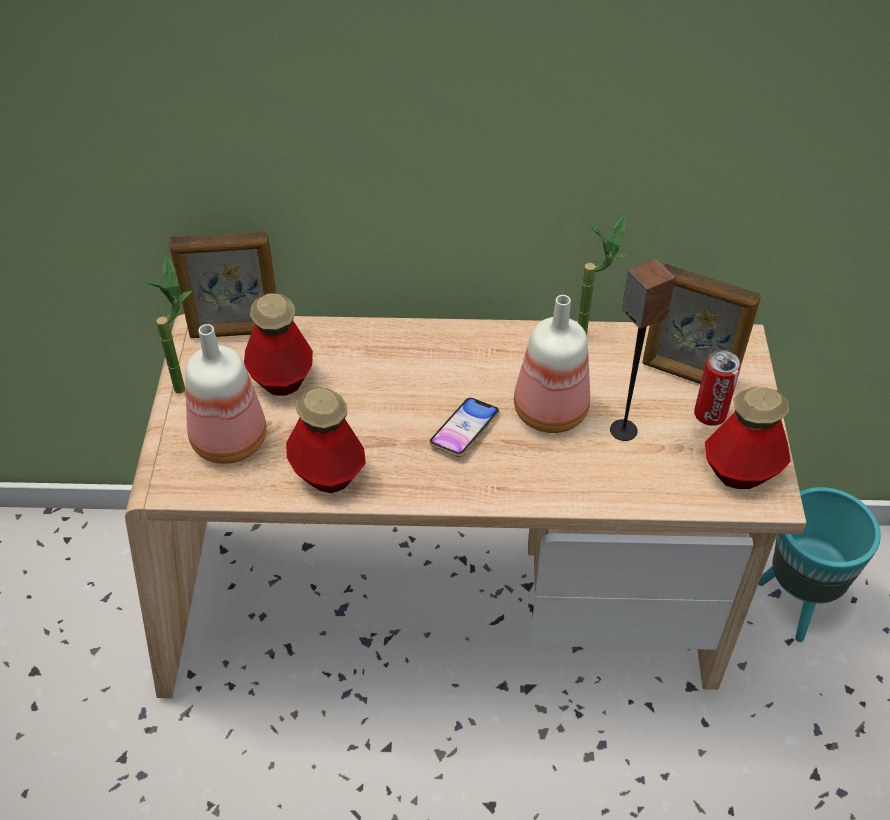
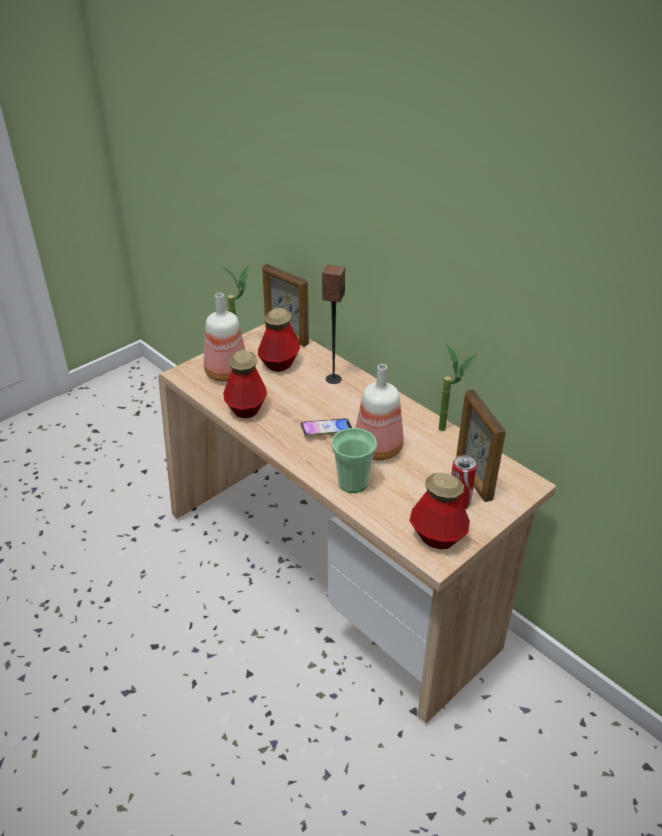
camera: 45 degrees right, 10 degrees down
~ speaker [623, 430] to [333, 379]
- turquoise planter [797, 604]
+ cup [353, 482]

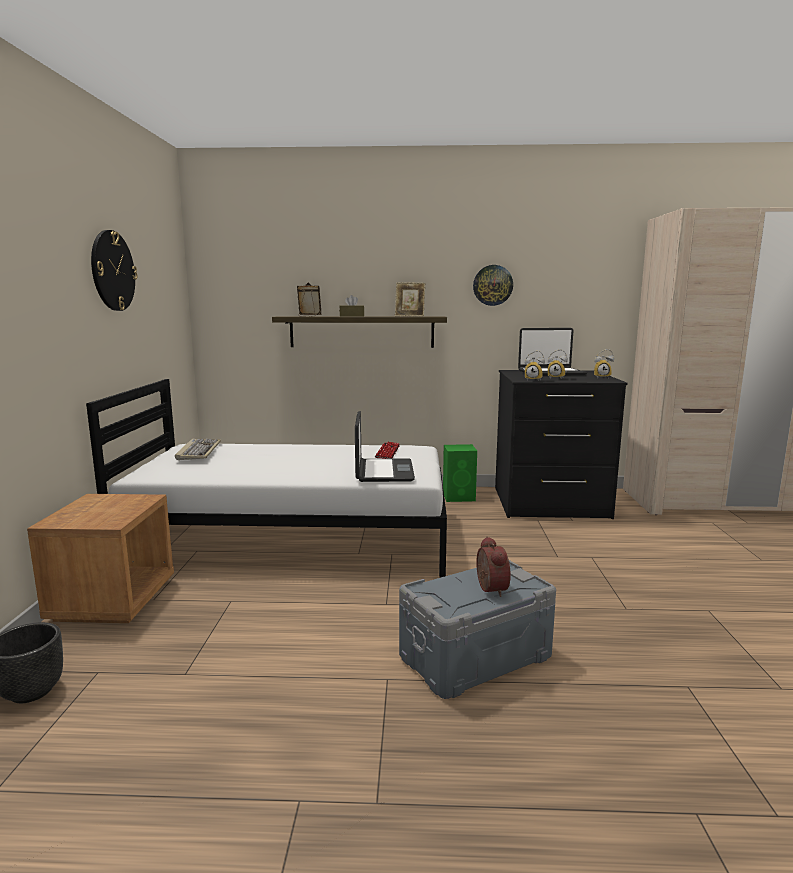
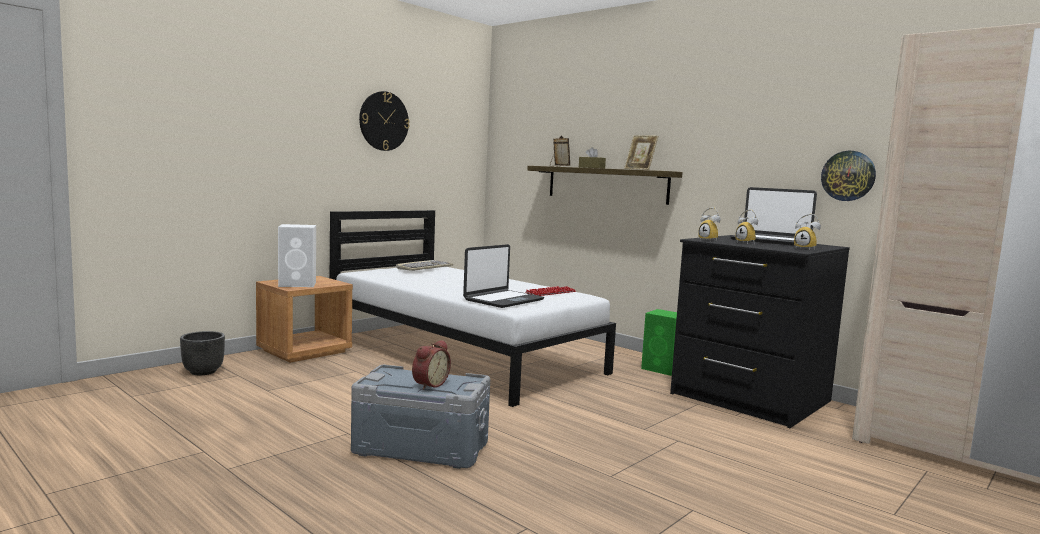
camera: 40 degrees right, 5 degrees down
~ wall clock [492, 285] to [848, 176]
+ white speaker [298, 284]

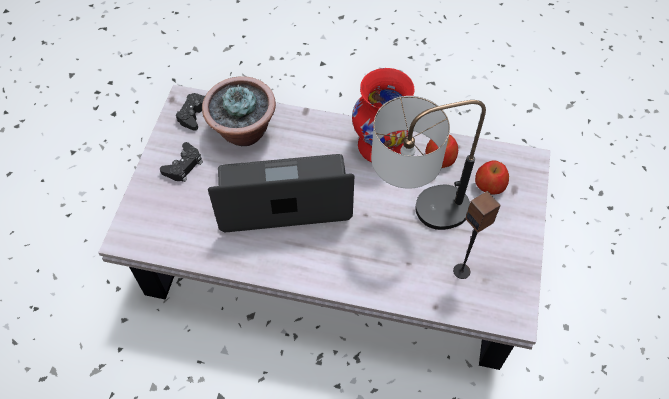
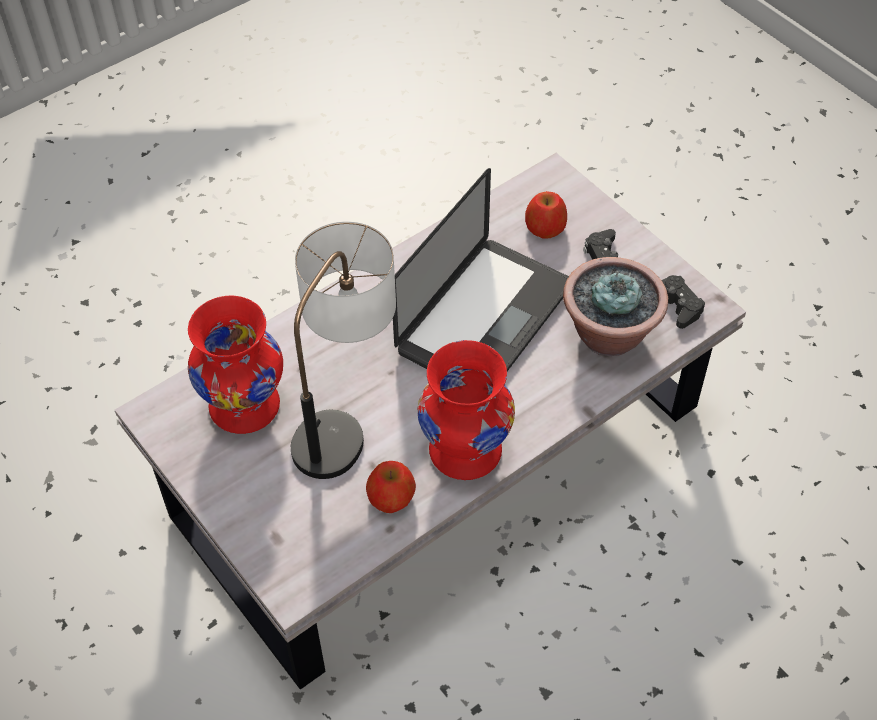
camera: 130 degrees right, 5 degrees down
~ speaker [462, 271] to red vase [243, 407]
~ apple [489, 185] to [545, 227]

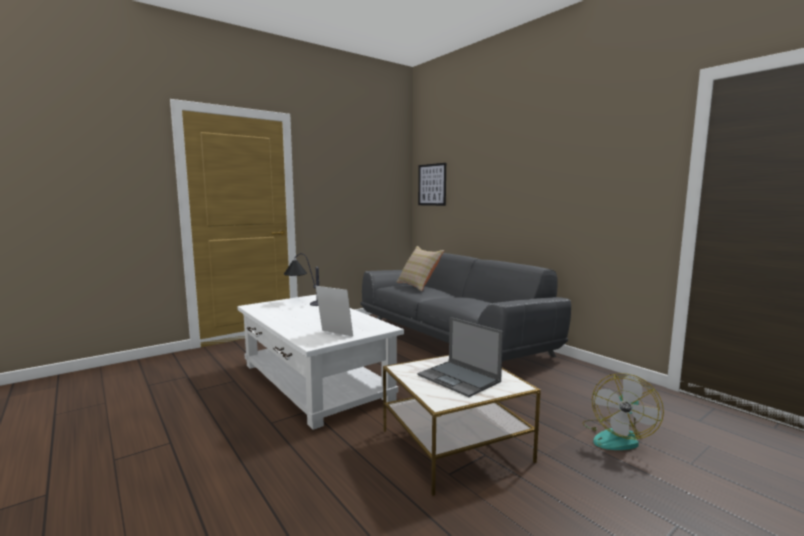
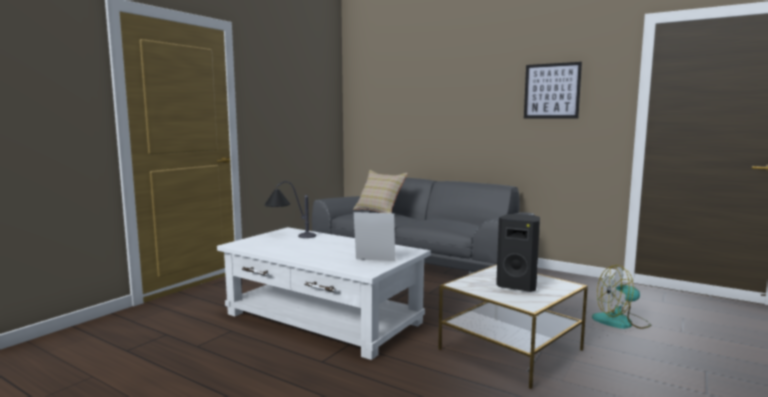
camera: 20 degrees left, 0 degrees up
~ laptop [459, 378] to black speaker [518, 286]
~ picture [432, 184] to [551, 91]
~ fan [617, 437] = [621, 322] 75 degrees clockwise

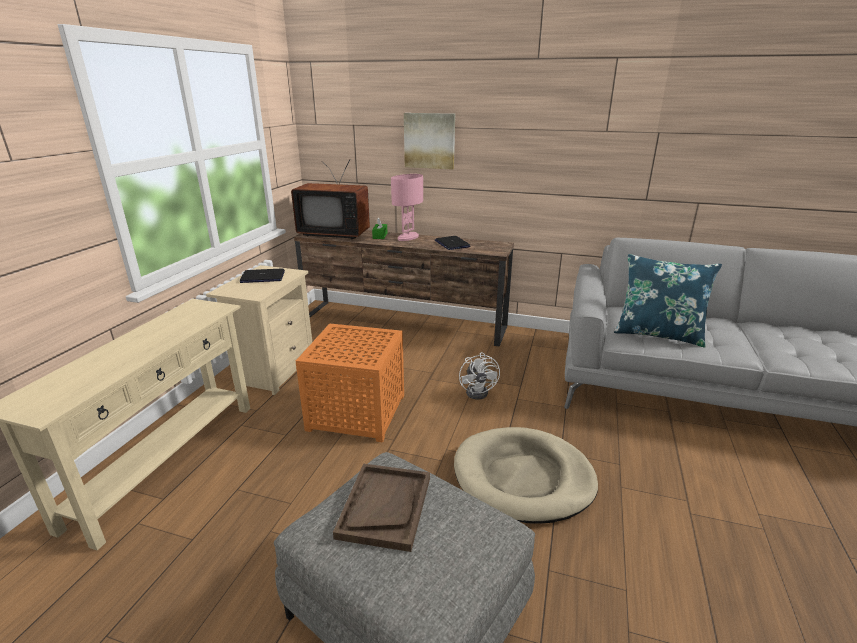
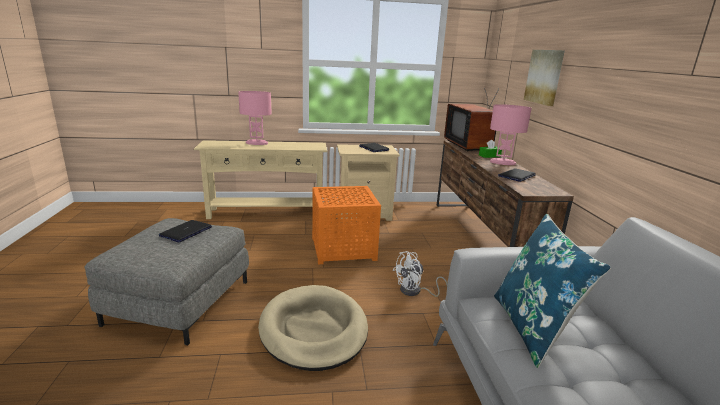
camera: 65 degrees right, 5 degrees down
~ brown tray [385, 506] to laptop [186, 232]
+ pink table lamp [257, 143]

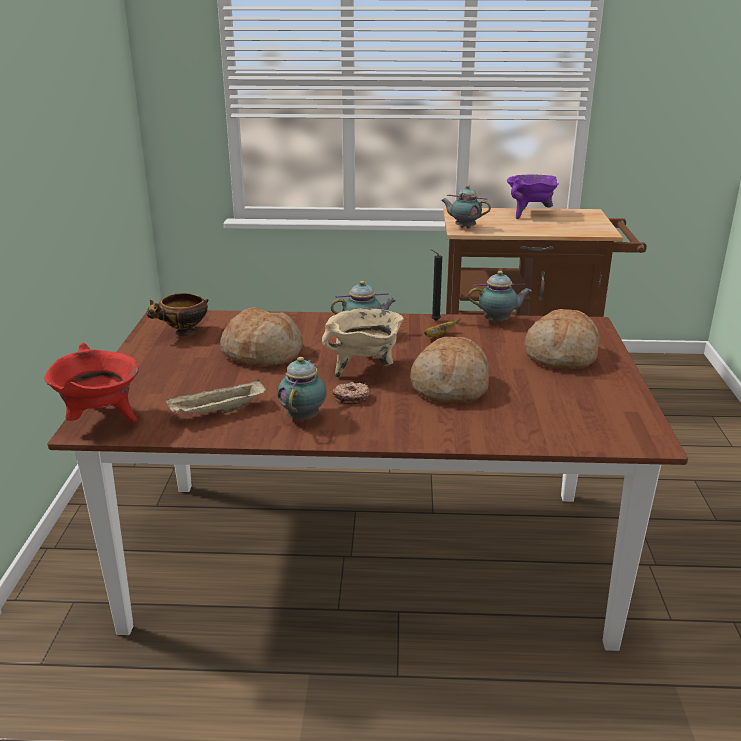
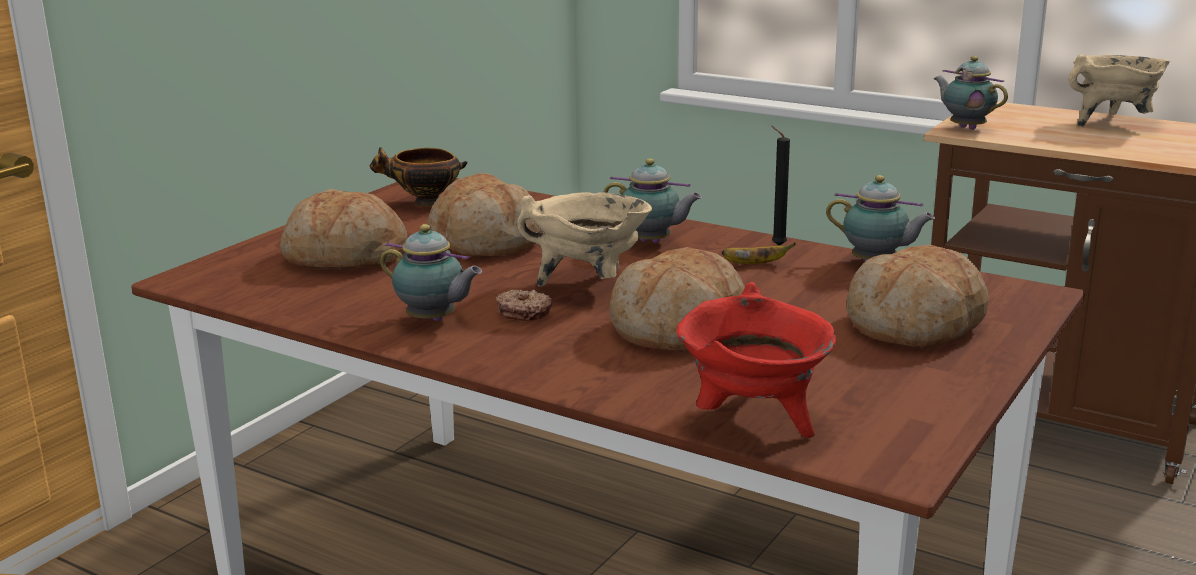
camera: 30 degrees right, 5 degrees down
~ red cooking pot [102, 420] to [755, 422]
- beige tray [217, 412]
~ teapot [304, 417] = [434, 320] 75 degrees clockwise
~ purple cooking pot [529, 214] to beige cooking pot [1112, 123]
+ bread [344, 257]

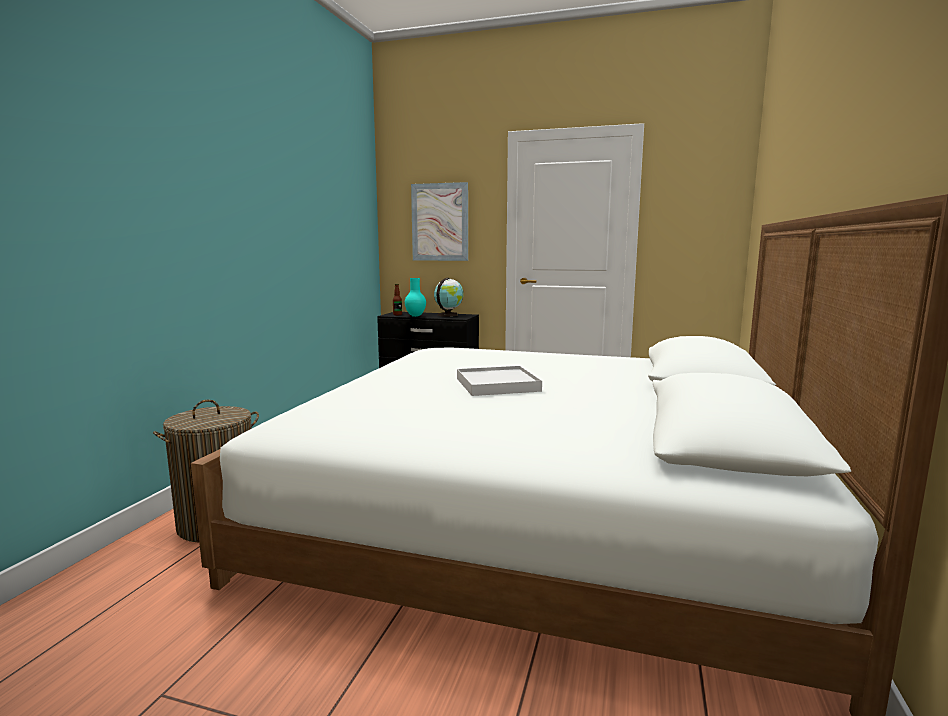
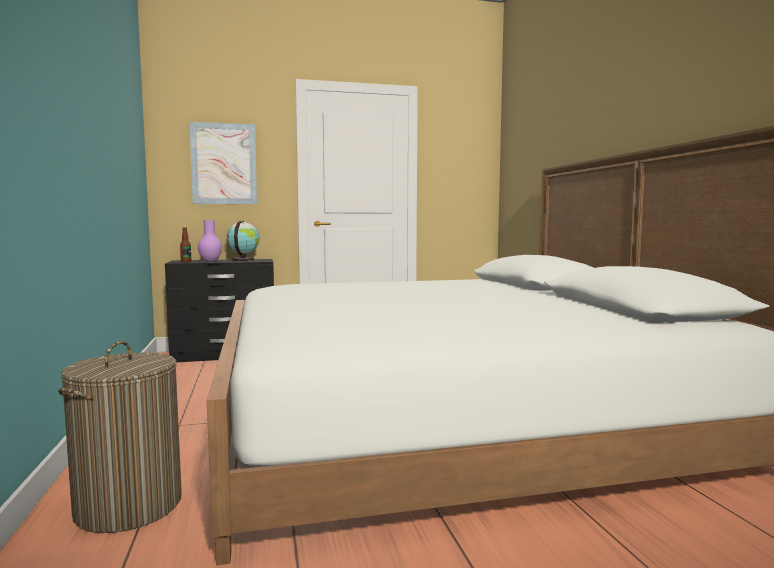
camera: 30 degrees left, 5 degrees down
~ turquoise vase [415, 316] to purple vase [210, 261]
- white tray [497, 385]

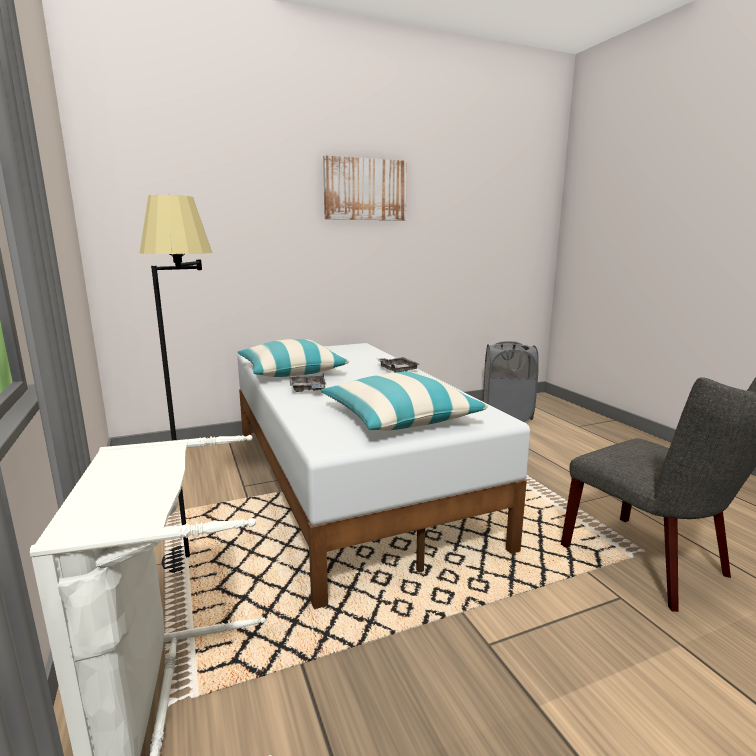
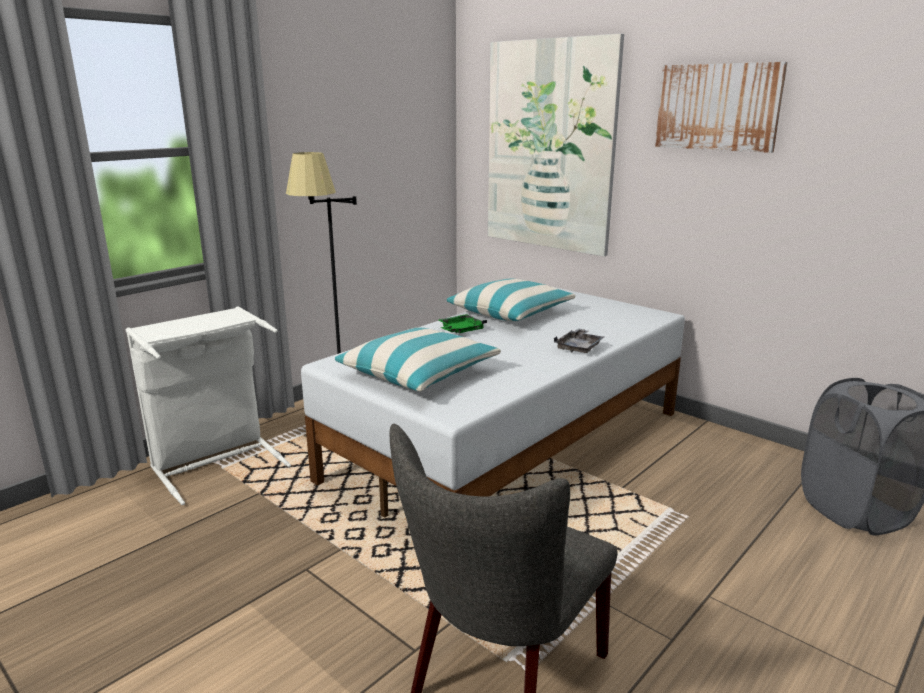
camera: 65 degrees right, 5 degrees up
~ grey tray [308, 390] to green tray [460, 330]
+ picture [549, 146]

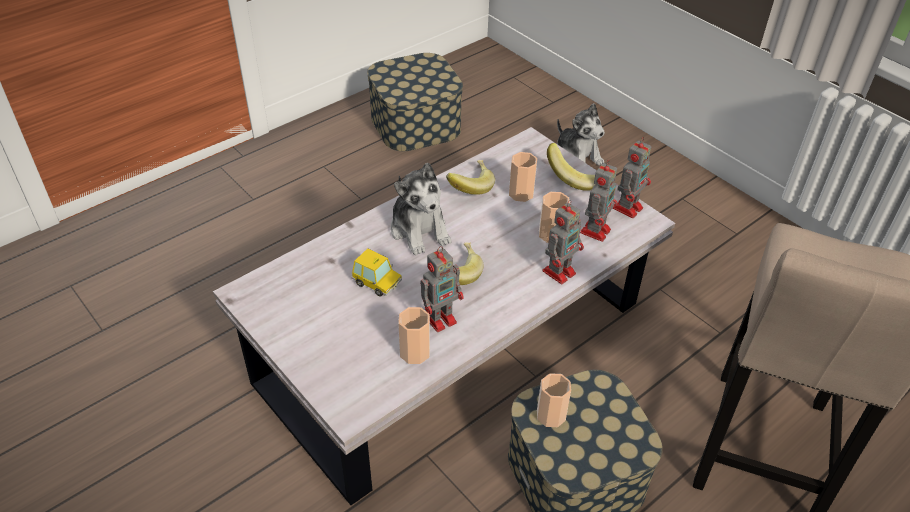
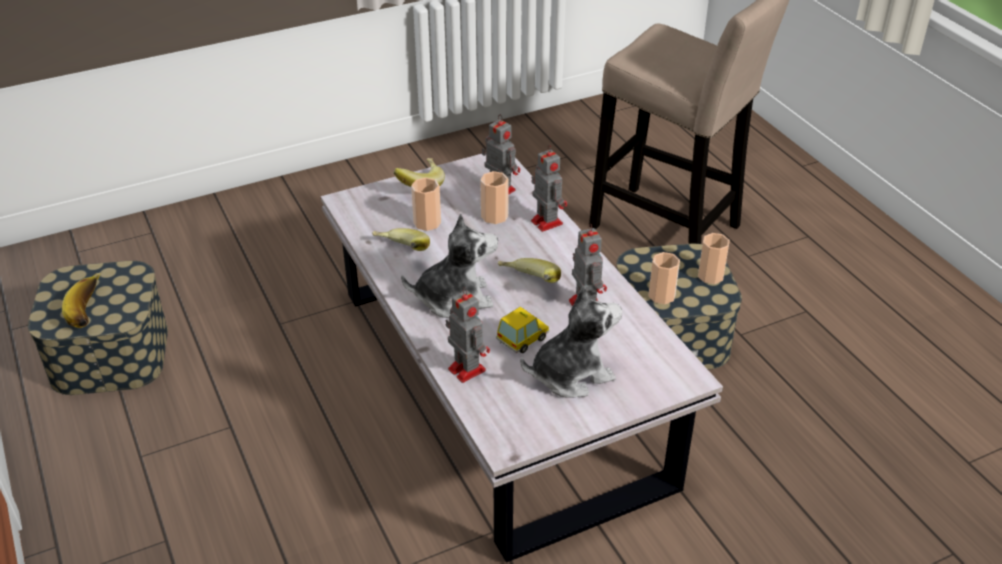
camera: 75 degrees left, 5 degrees down
~ cup [415, 352] to [710, 276]
~ plush toy [577, 156] to [571, 374]
~ toy robot [628, 207] to [465, 368]
+ banana [91, 310]

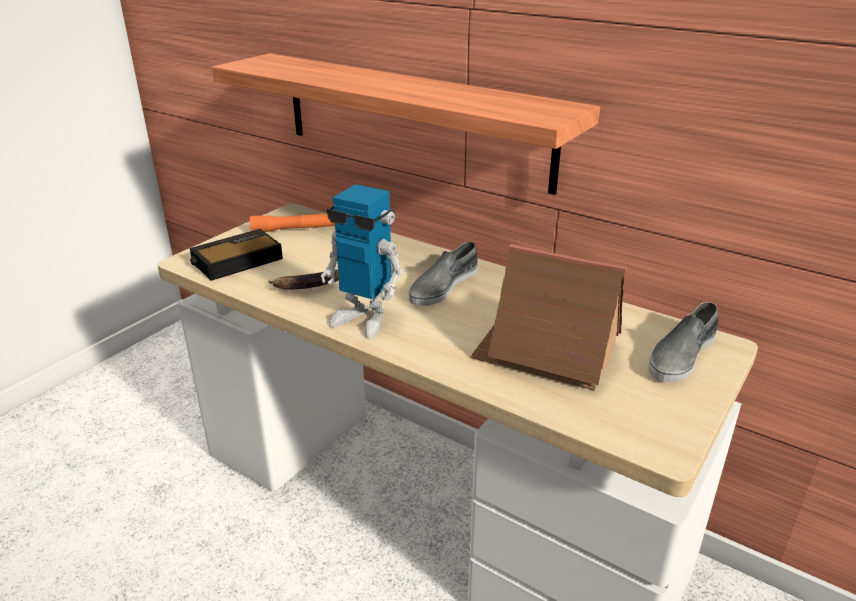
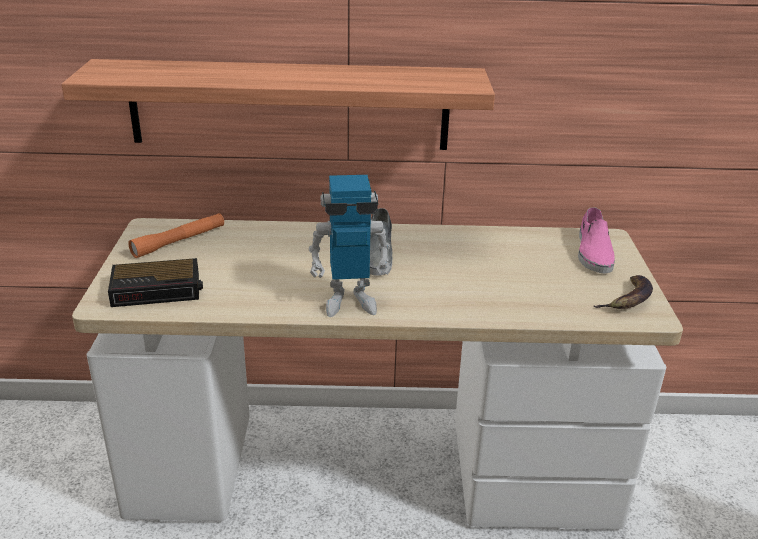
camera: 35 degrees left, 0 degrees up
~ alarm clock [235, 261] = [158, 289] 120 degrees counterclockwise
~ banana [306, 286] to [628, 299]
- toy house [546, 353]
~ grey shoe [681, 355] to pink shoe [593, 252]

